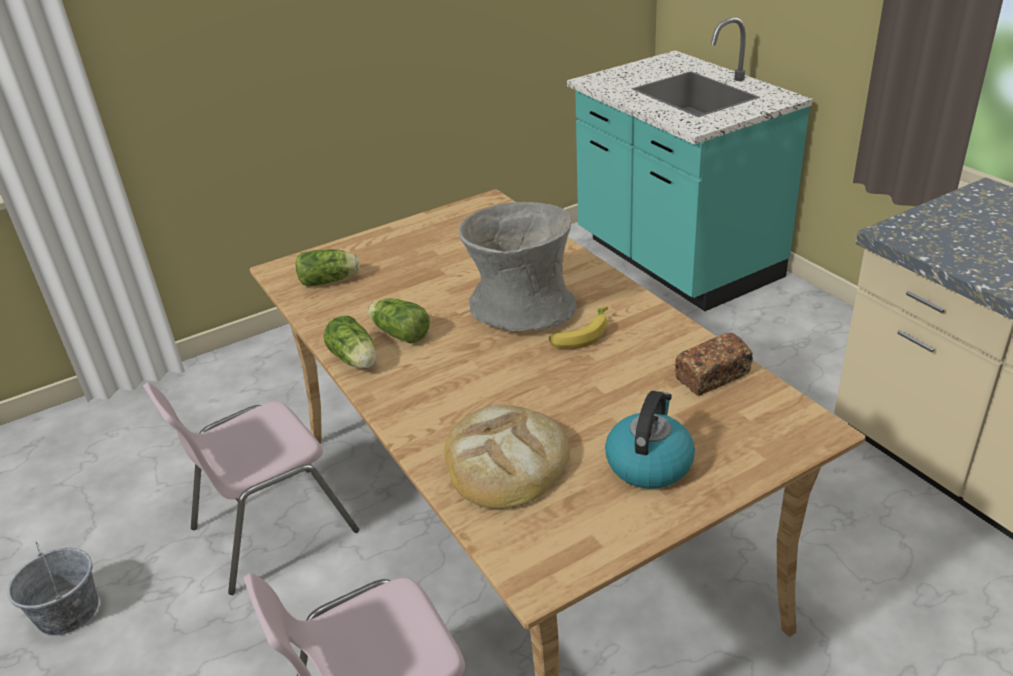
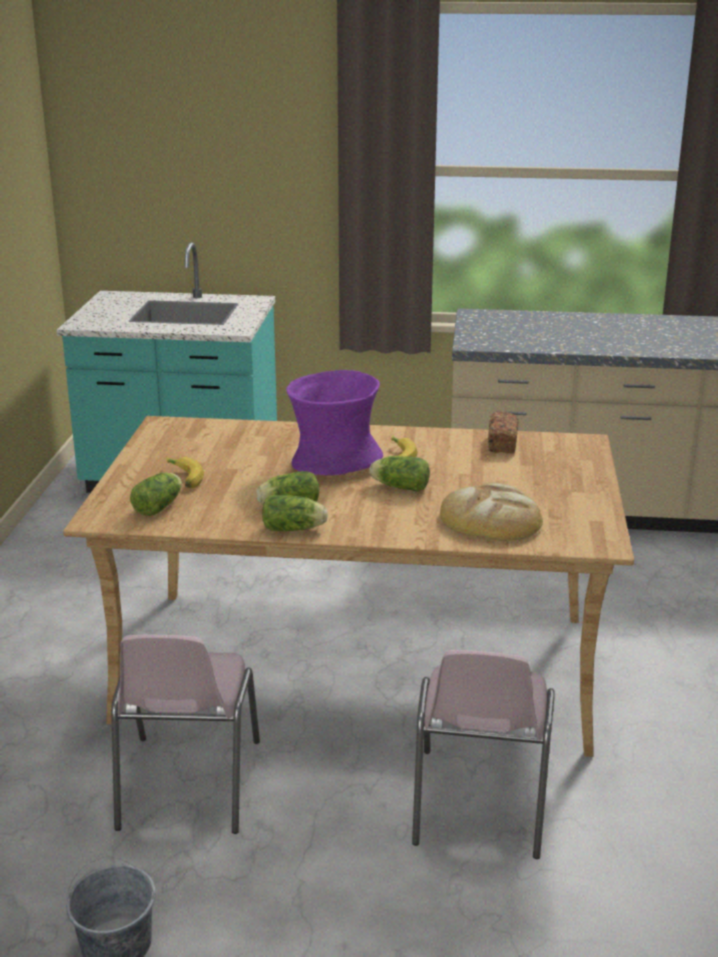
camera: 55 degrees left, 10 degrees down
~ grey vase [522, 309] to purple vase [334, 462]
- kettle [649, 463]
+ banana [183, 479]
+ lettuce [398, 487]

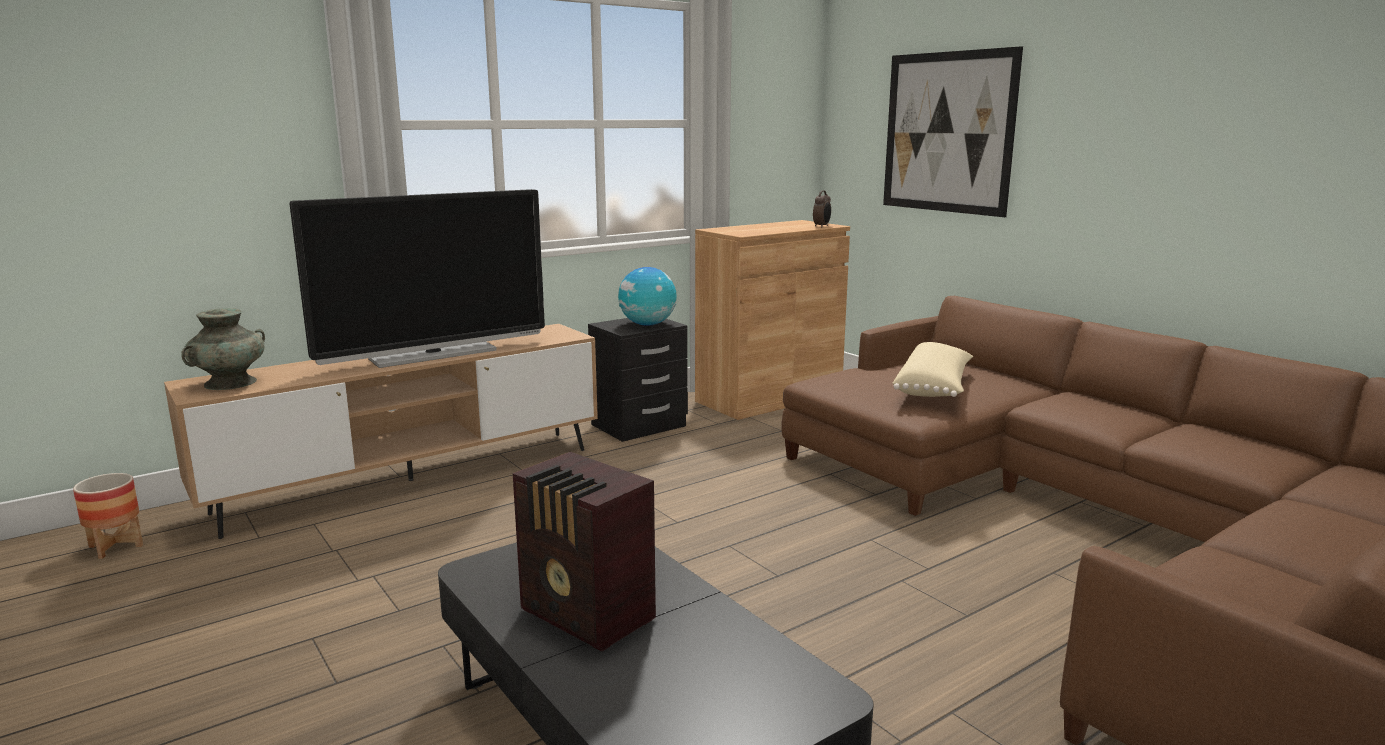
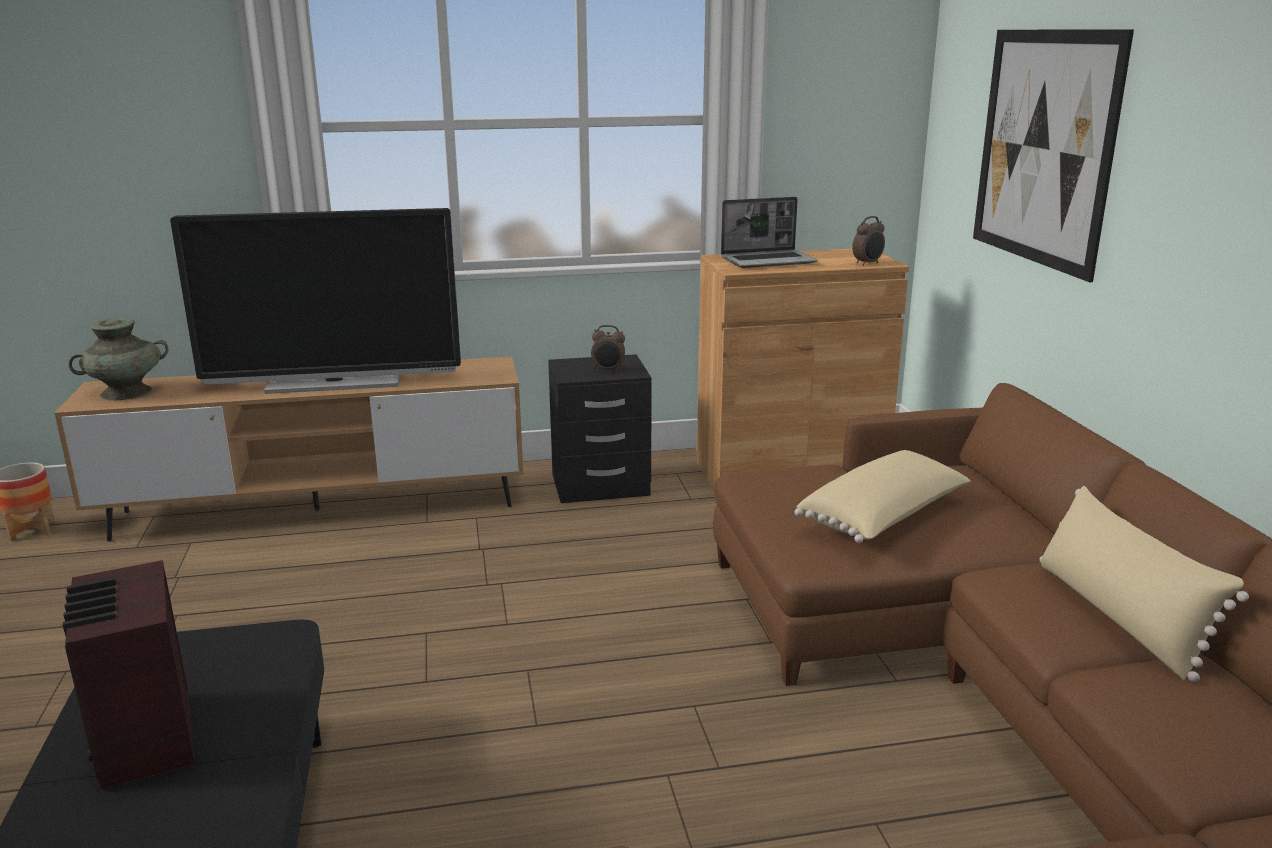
camera: 25 degrees right, 5 degrees up
~ globe [648, 324] to alarm clock [608, 370]
+ laptop [768, 261]
+ beige pillow [1118, 617]

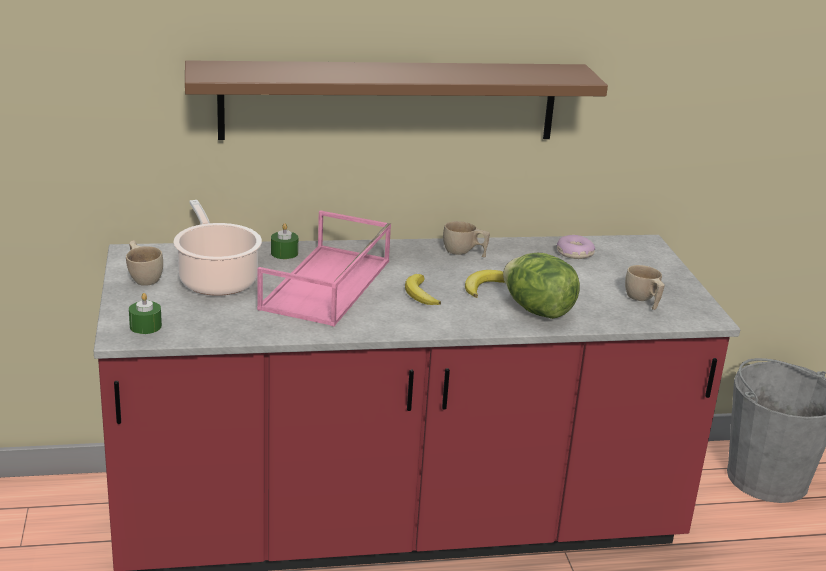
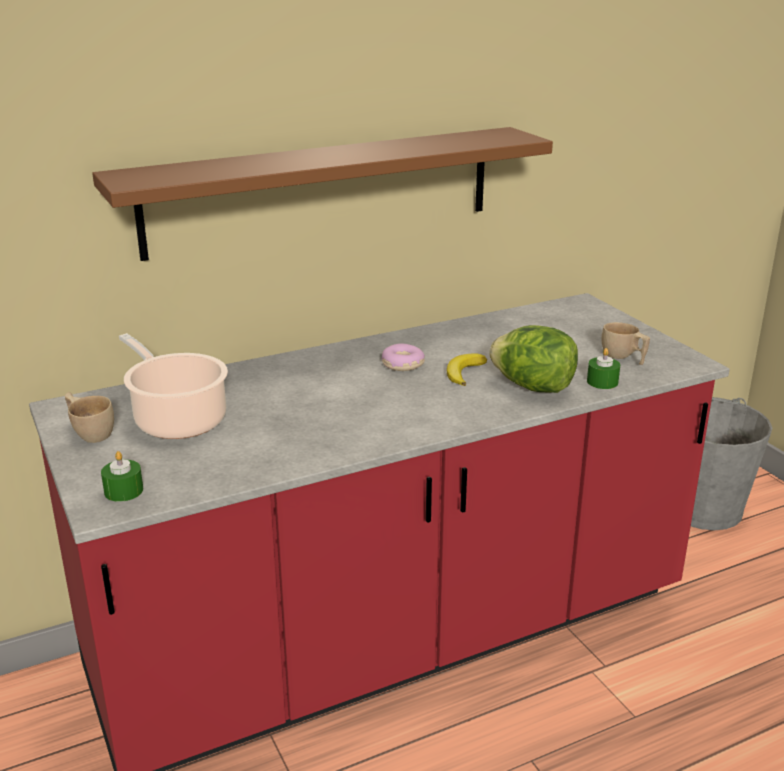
camera: 15 degrees left, 0 degrees up
- pink tray [327, 285]
~ green candle [284, 253] to [602, 382]
- banana [420, 294]
- beige cup [464, 253]
~ donut [574, 253] to [402, 364]

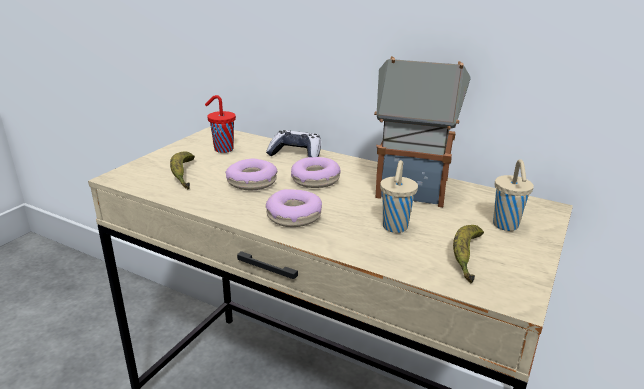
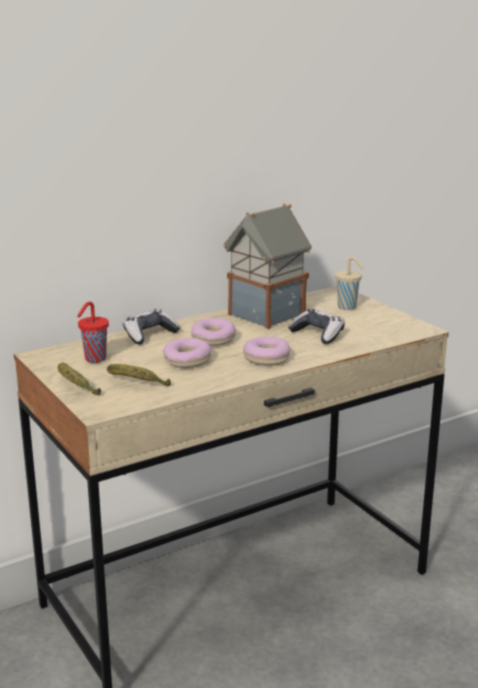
camera: 60 degrees left, 5 degrees down
~ beige cup [394, 227] to game controller [318, 334]
~ banana [466, 258] to [75, 386]

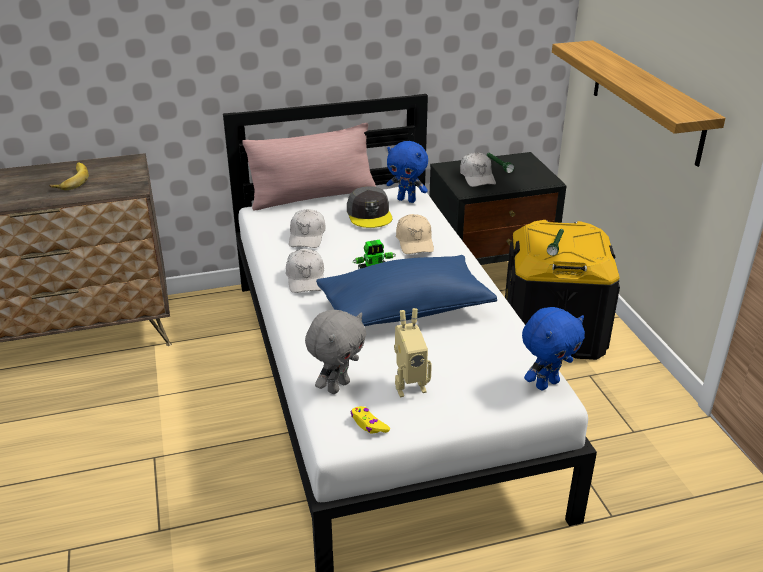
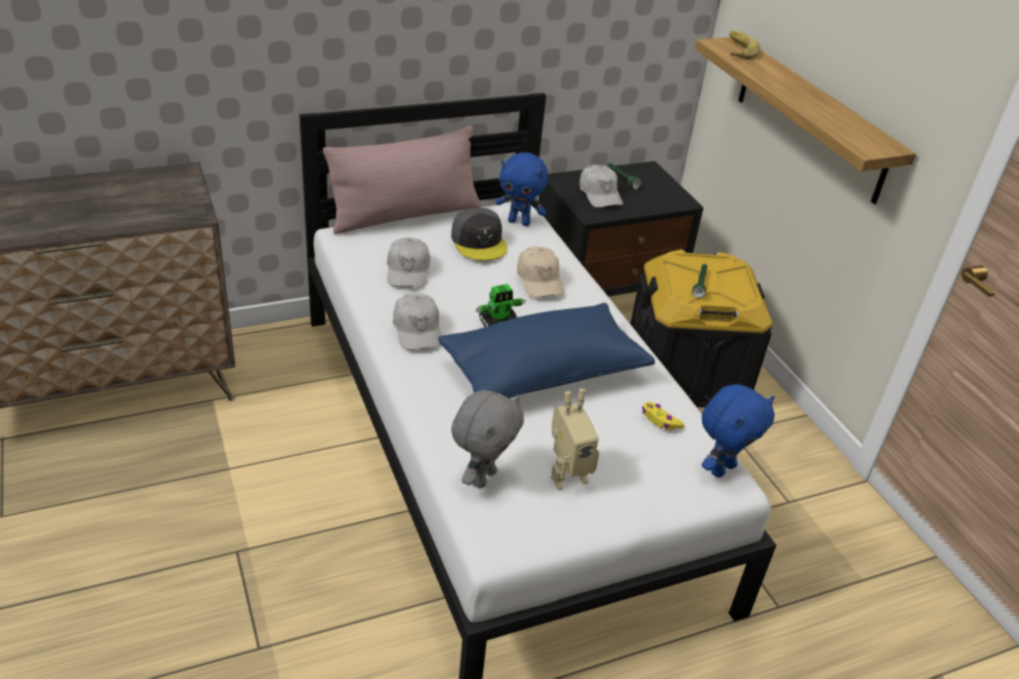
camera: 10 degrees left, 5 degrees up
~ banana [70, 180] to [736, 49]
~ yellow game controller [368, 424] to [660, 420]

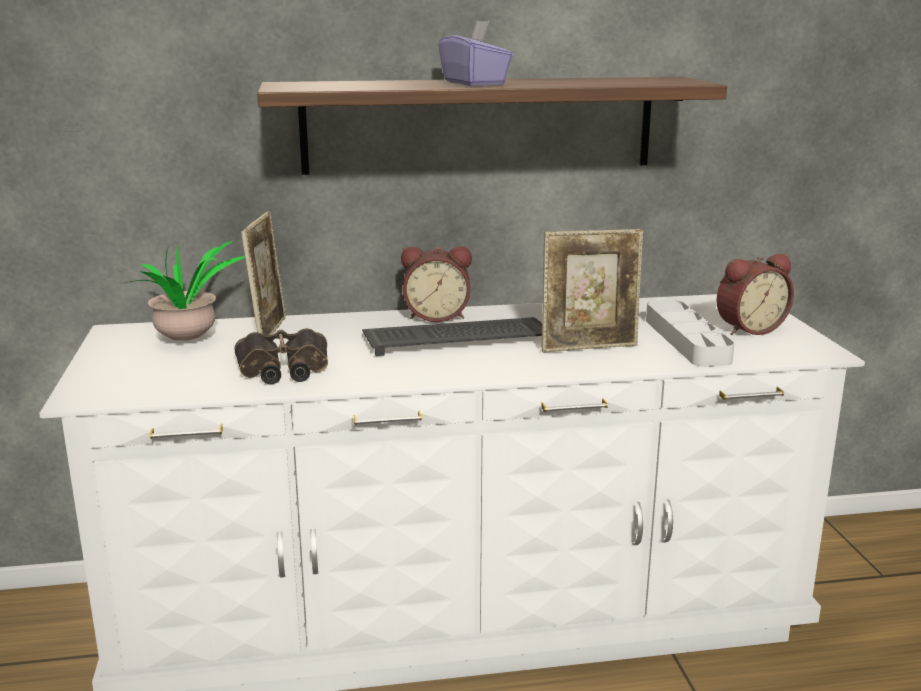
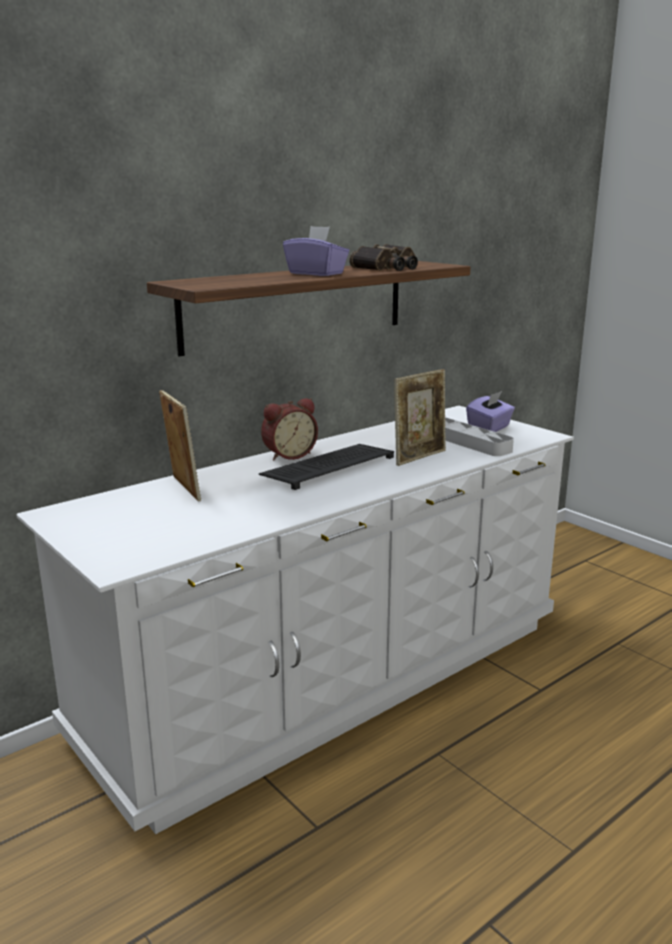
camera: 30 degrees left, 0 degrees up
- potted plant [190, 342]
~ binoculars [283, 369] to [387, 268]
~ alarm clock [748, 328] to purple tissue box [489, 428]

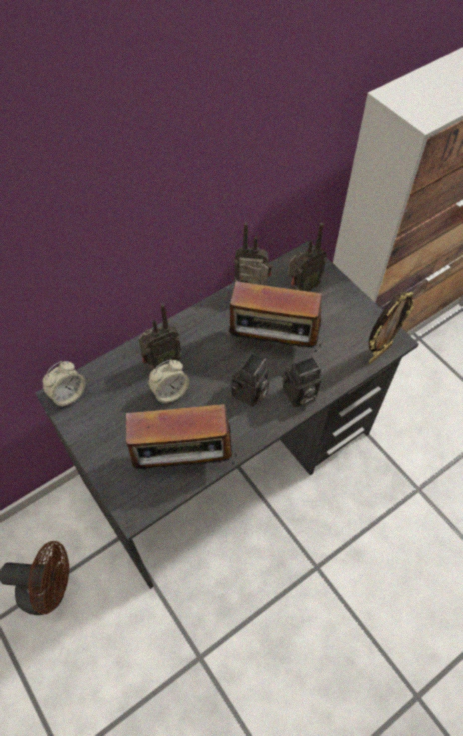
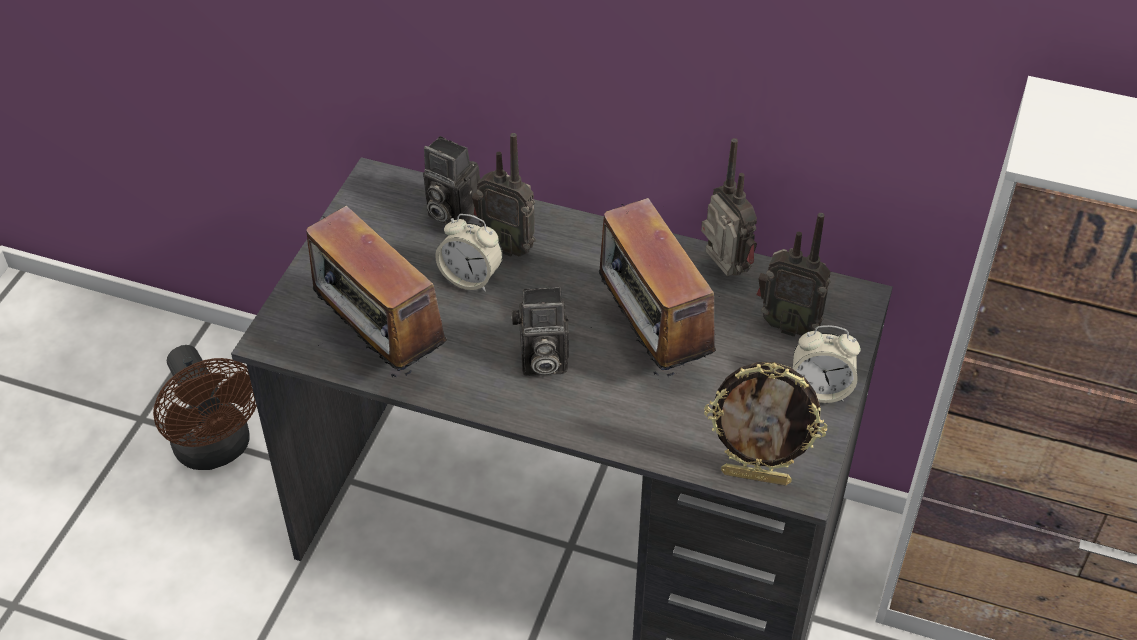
camera: 55 degrees right, 10 degrees down
~ alarm clock [68, 394] to [820, 389]
~ photo camera [298, 396] to [450, 212]

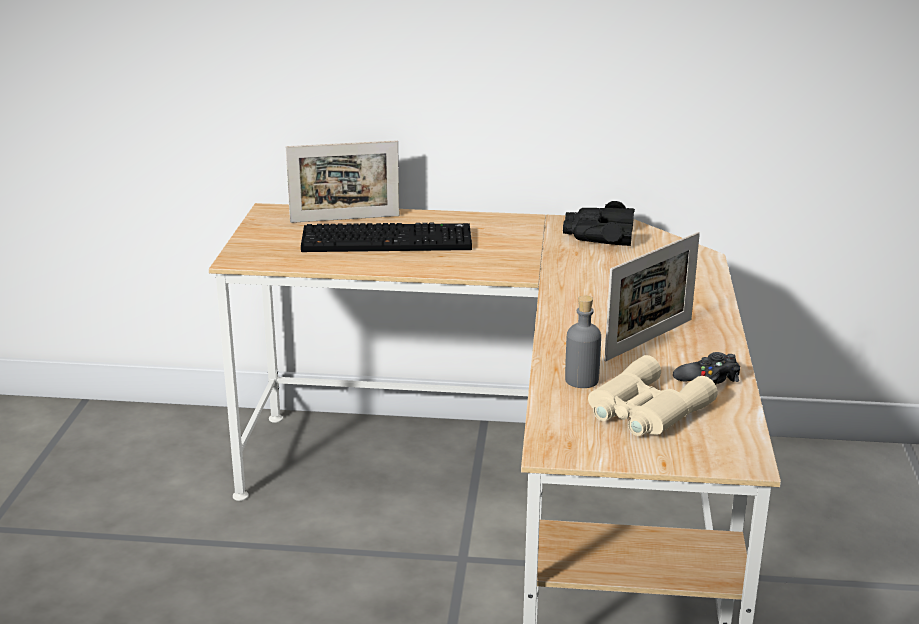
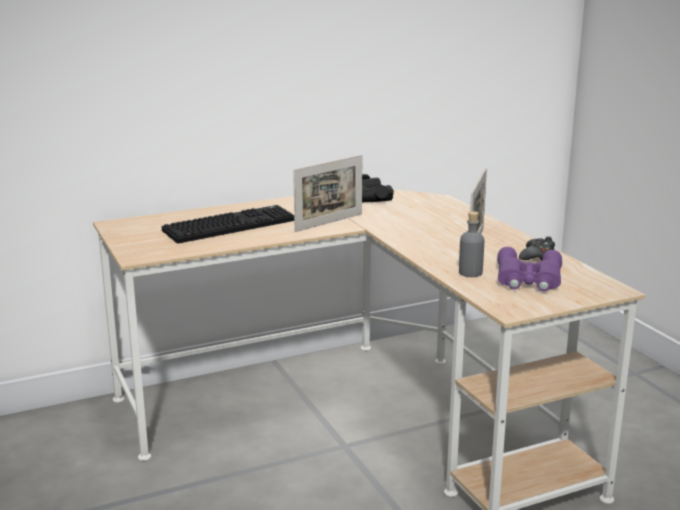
camera: 30 degrees left, 5 degrees down
~ picture frame [345, 219] to [329, 222]
~ beige binoculars [645, 410] to purple binoculars [528, 279]

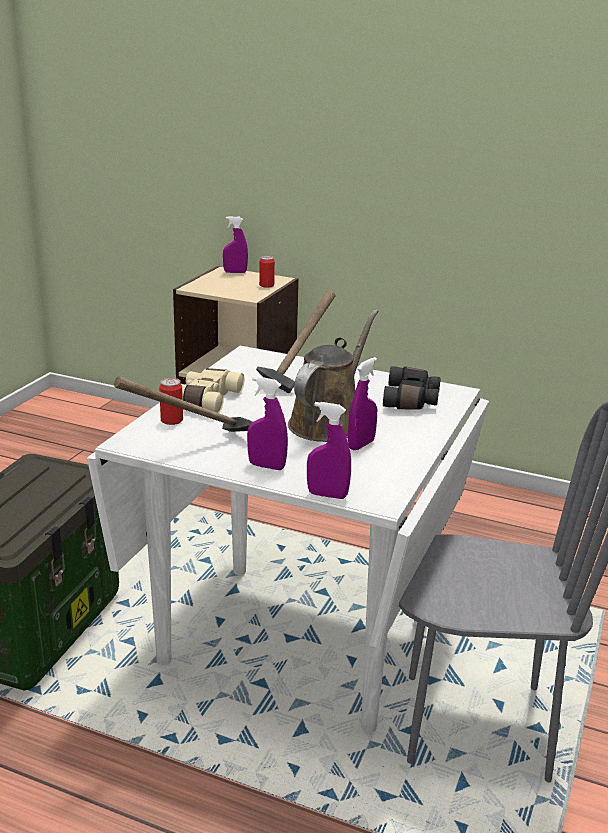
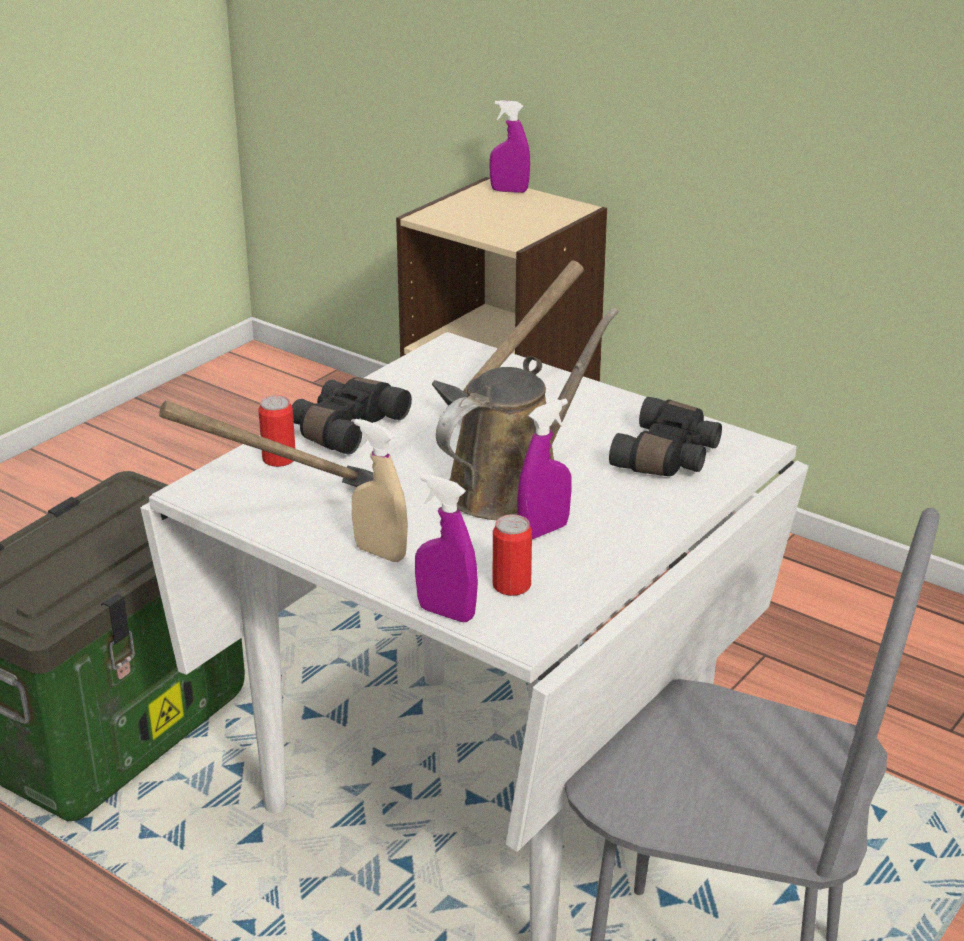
camera: 15 degrees right, 5 degrees up
~ beige binoculars [205, 400] to black binoculars [345, 428]
~ purple spray bottle [266, 466] to beige spray bottle [380, 553]
~ can [266, 285] to [511, 585]

